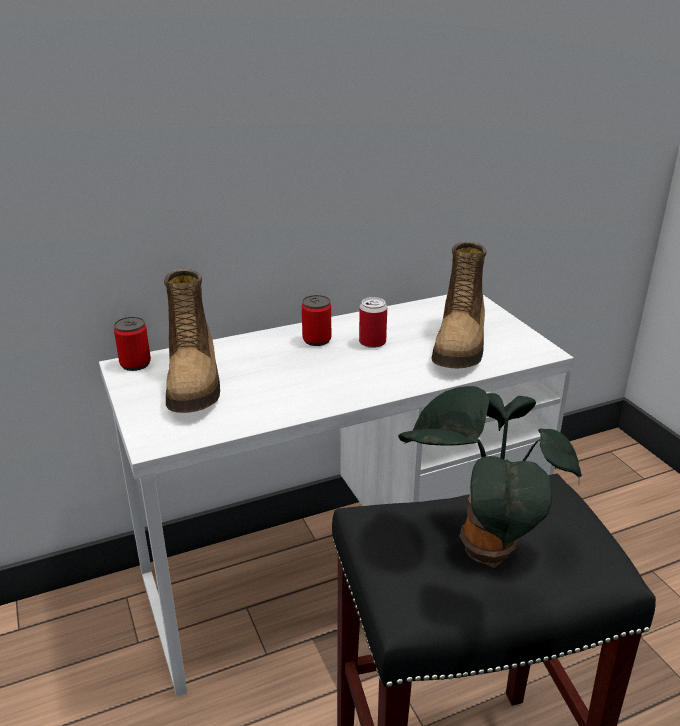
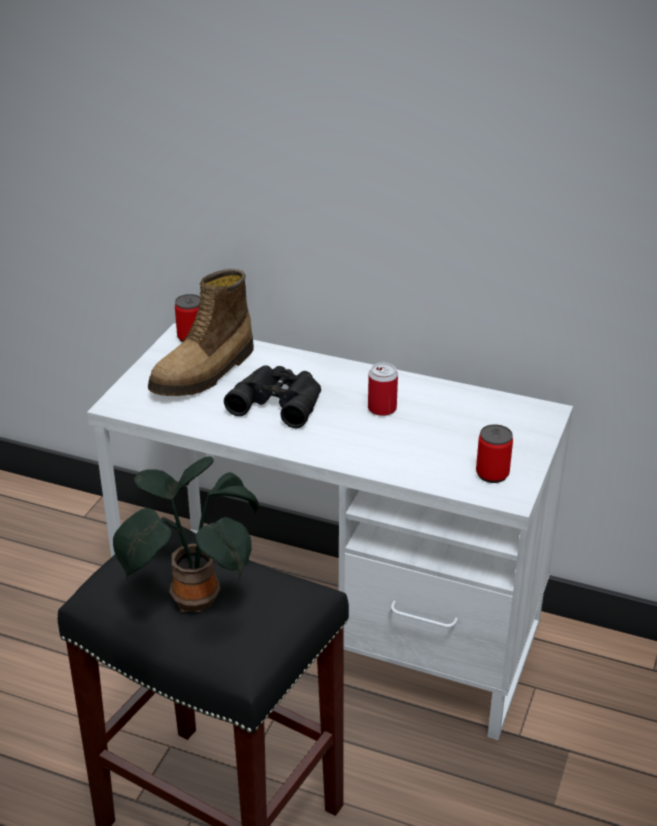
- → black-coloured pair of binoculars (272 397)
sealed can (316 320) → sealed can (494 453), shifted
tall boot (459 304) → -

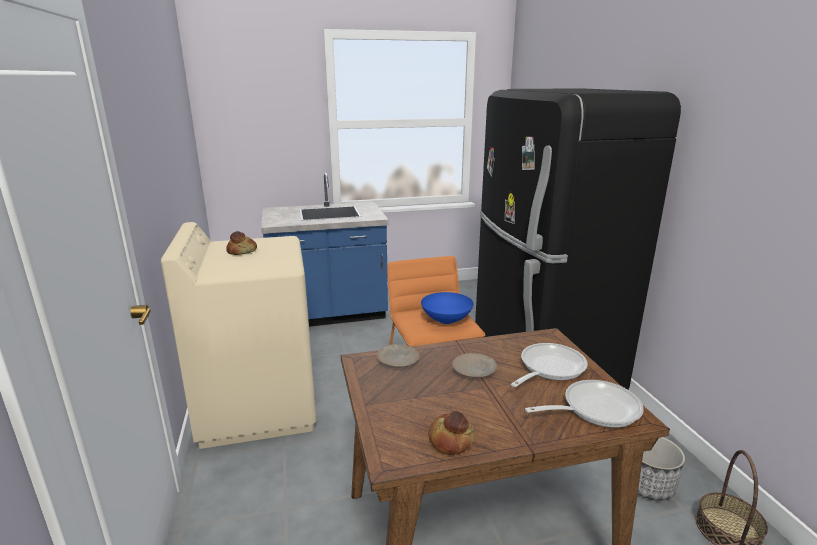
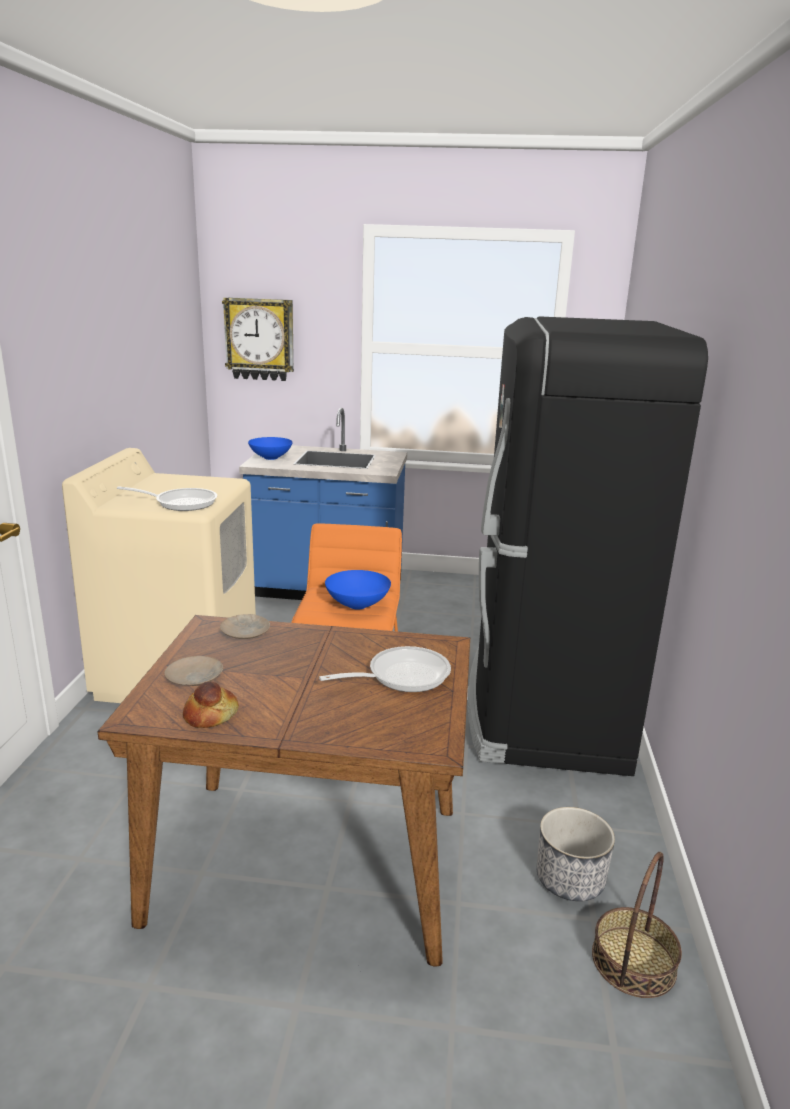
frying pan (584 404) → frying pan (167 498), shifted
beige dinner plate (474 365) → beige dinner plate (193 671), shifted
- → hanging clock (258 339)
- → blue deep dish (270 448)
baked bread (241 243) → -

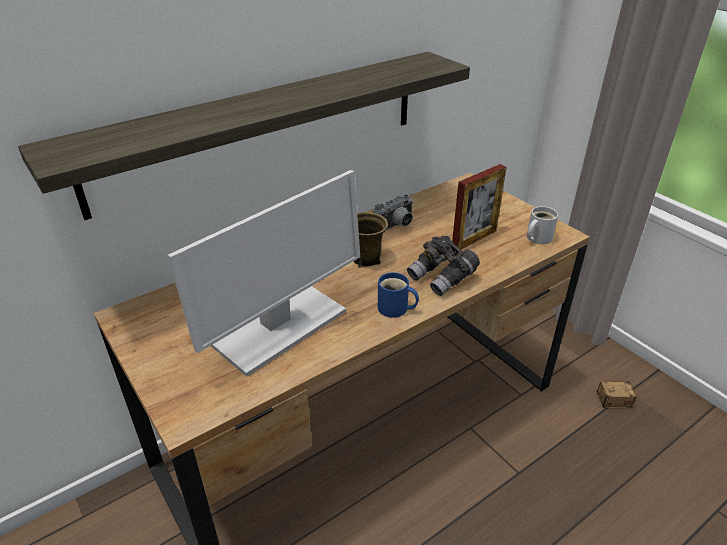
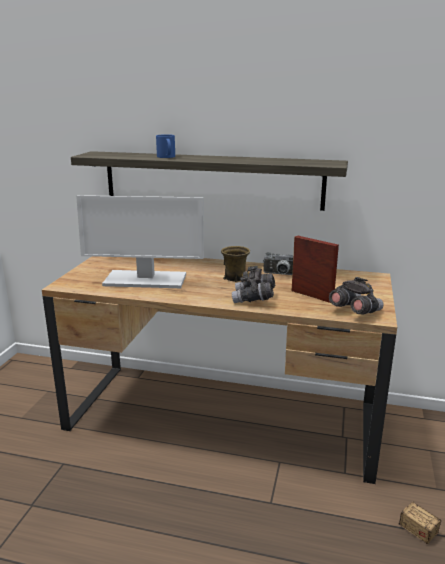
blue coffee mug (398 295) → blue coffee mug (165 146), shifted
picture frame (479 207) → picture frame (315 269), 150 degrees counterclockwise
whitish coffee mug (542 225) → grey pair of binoculars (356 296)

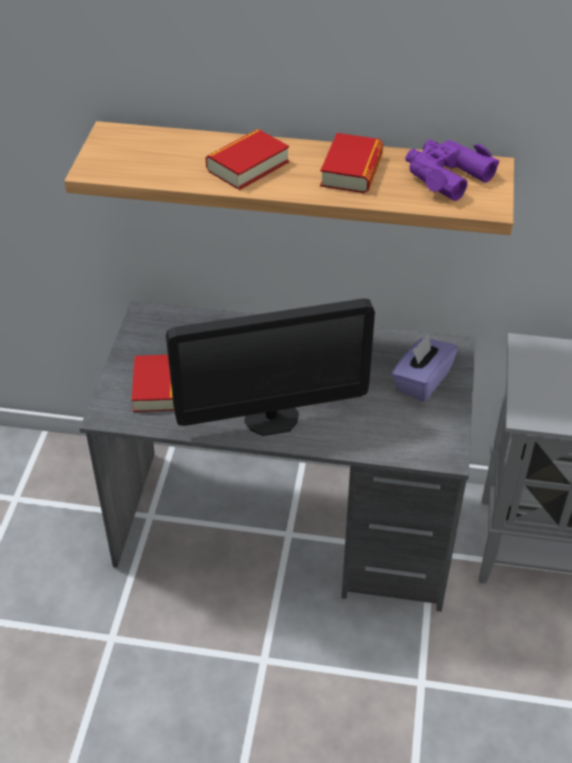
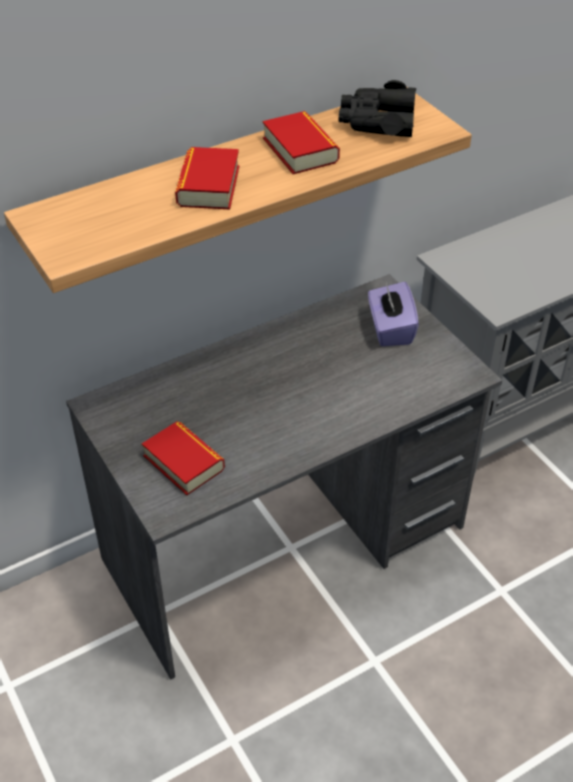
purple pair of binoculars (452 170) → black-coloured pair of binoculars (377 108)
monitor (270 367) → -

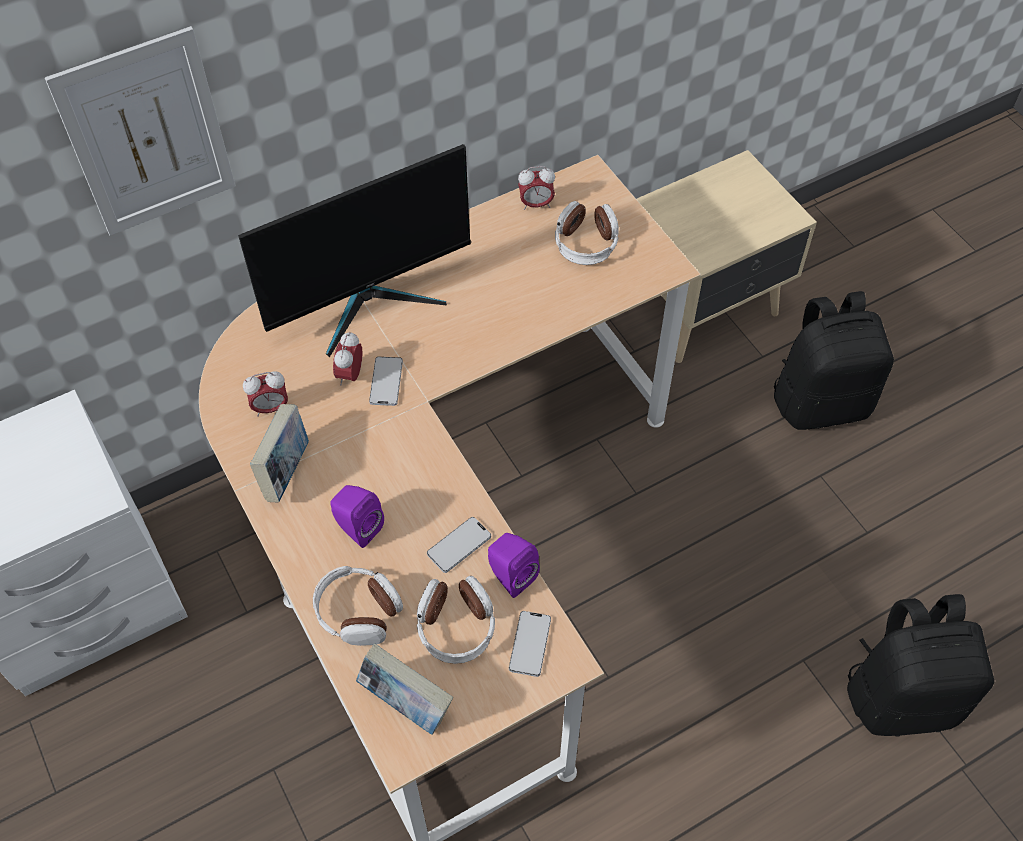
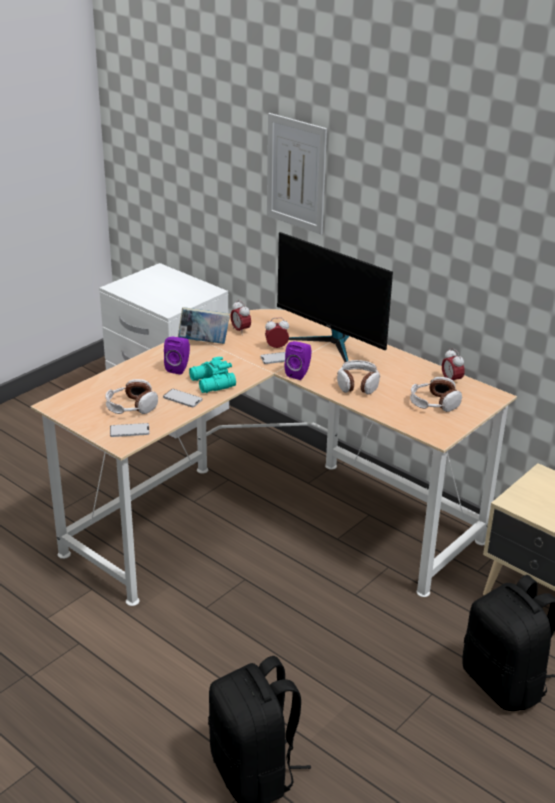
- → turquoise-coloured pair of binoculars (212 375)
purple speaker (514 565) → purple speaker (298 360), shifted
headset (358 606) → headset (358 377), shifted
bound book (404 689) → -

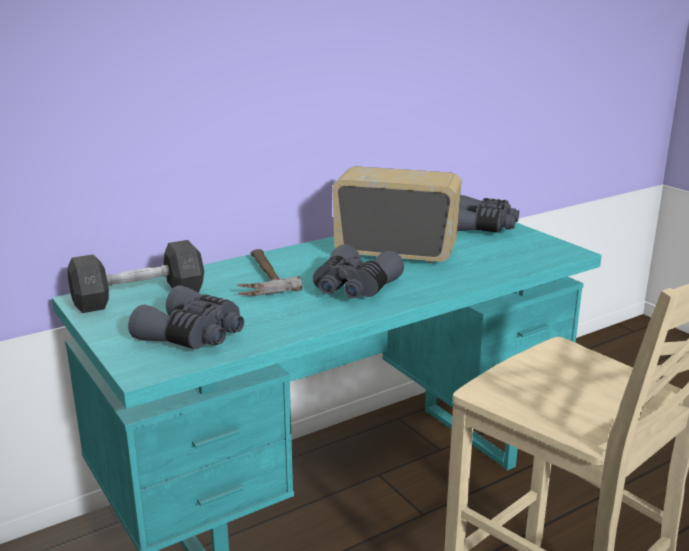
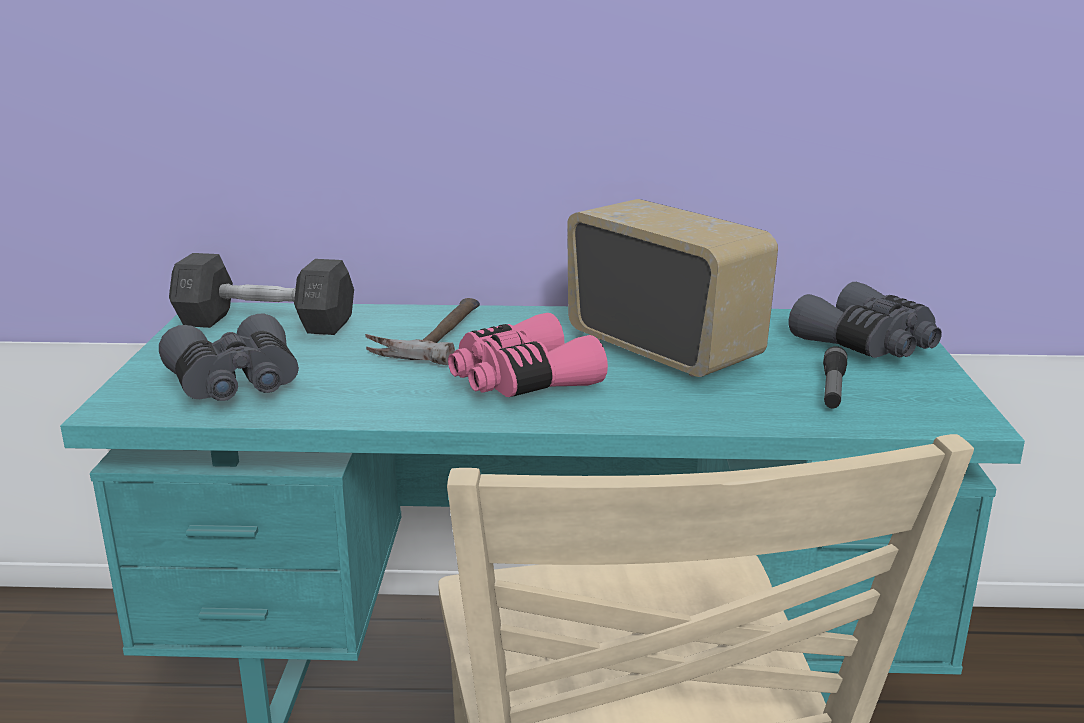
grey pair of binoculars (358 271) → pink-coloured pair of binoculars (528 355)
- → torch (835 377)

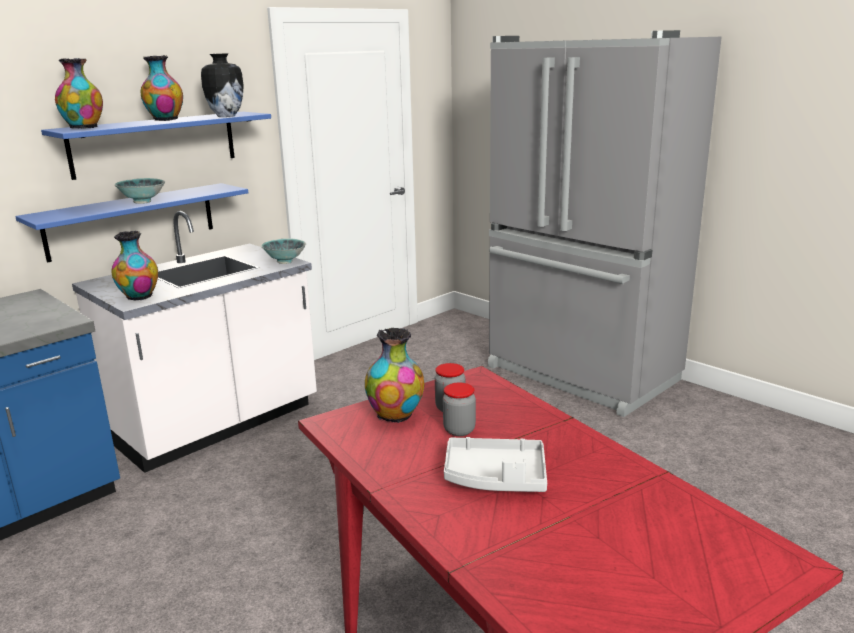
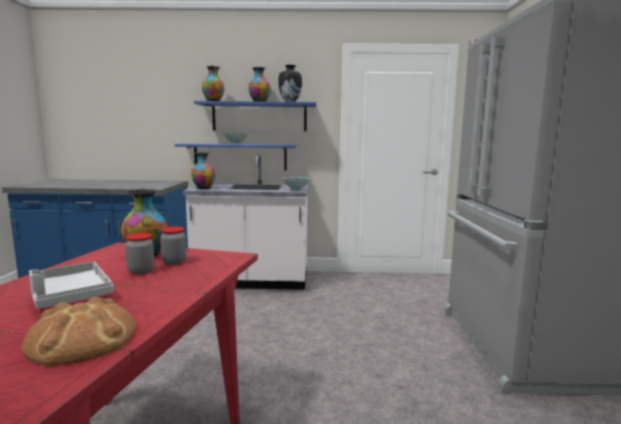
- → baked bread (78 331)

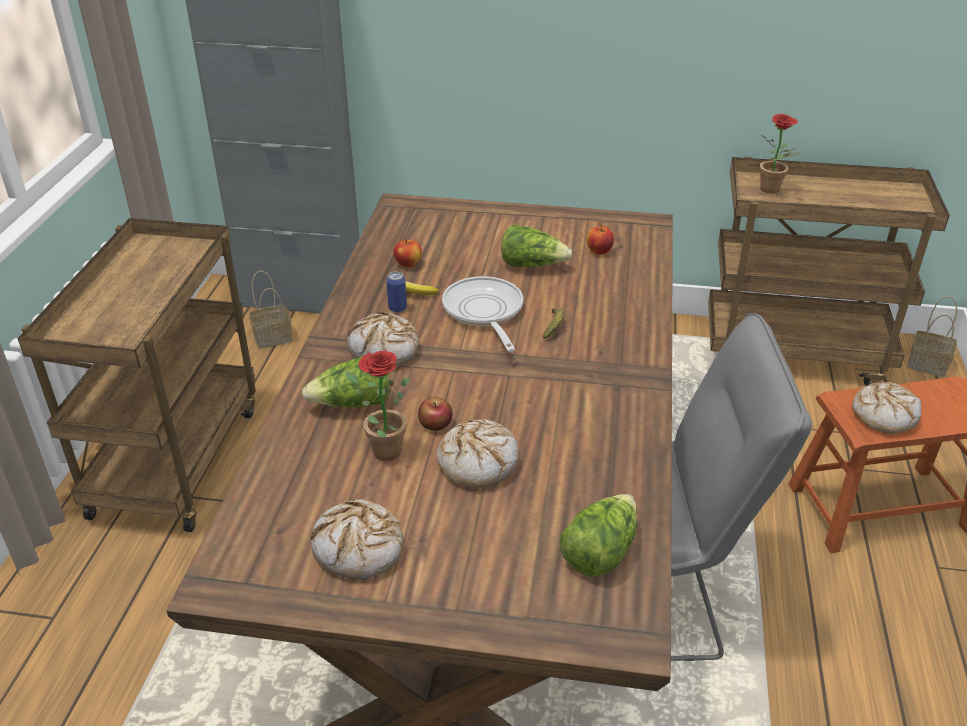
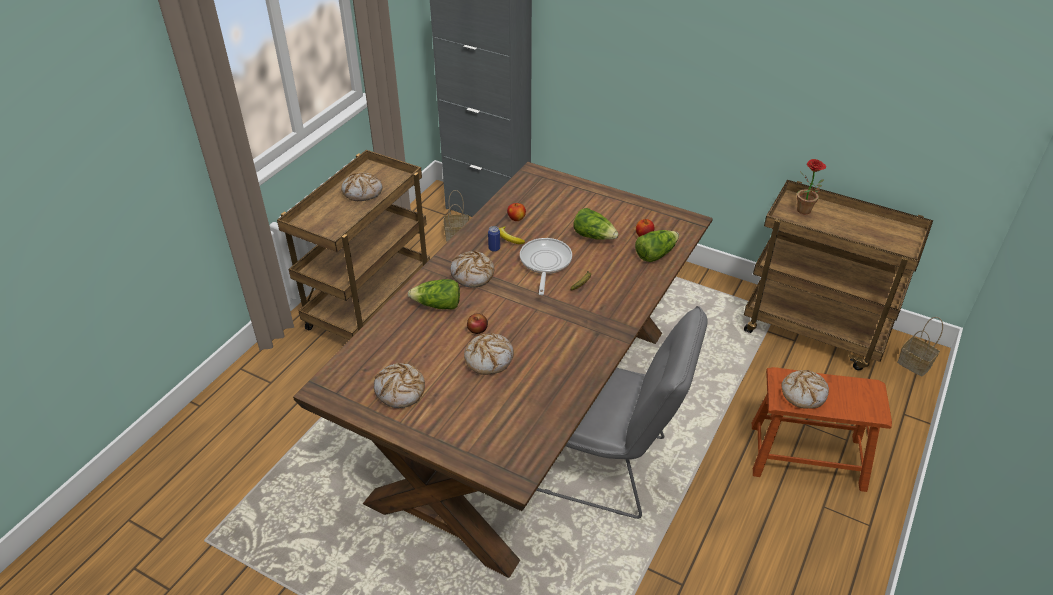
- → baked bread (361 187)
head of lettuce (598 535) → head of lettuce (657 246), shifted
plant in a pot (377 406) → -

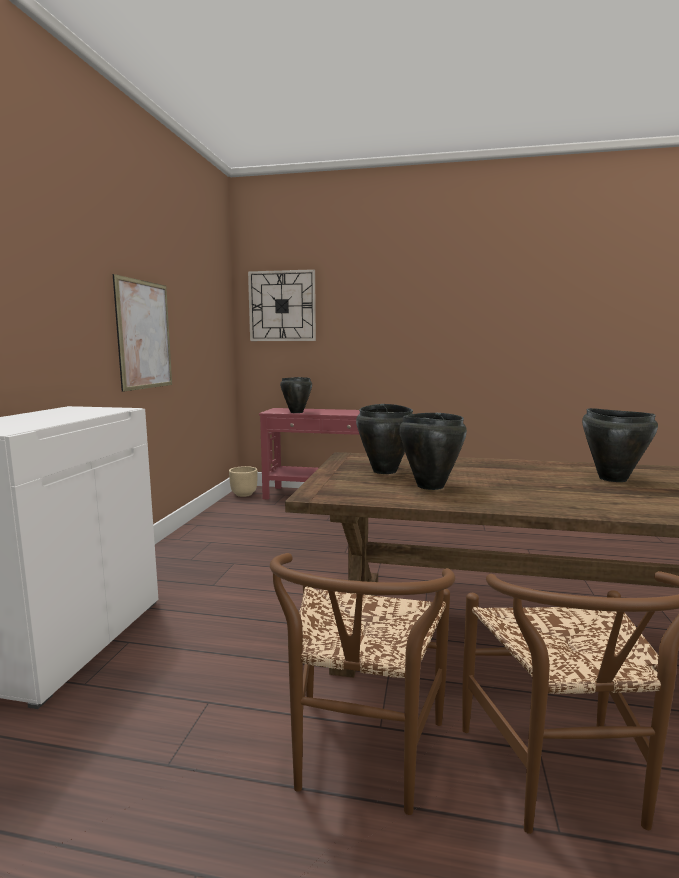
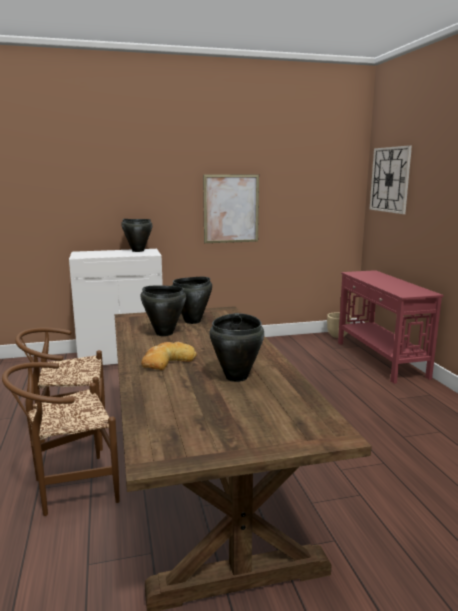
black-coloured cooking pot (296 395) → black-coloured cooking pot (136 235), shifted
- → baked bread (169 356)

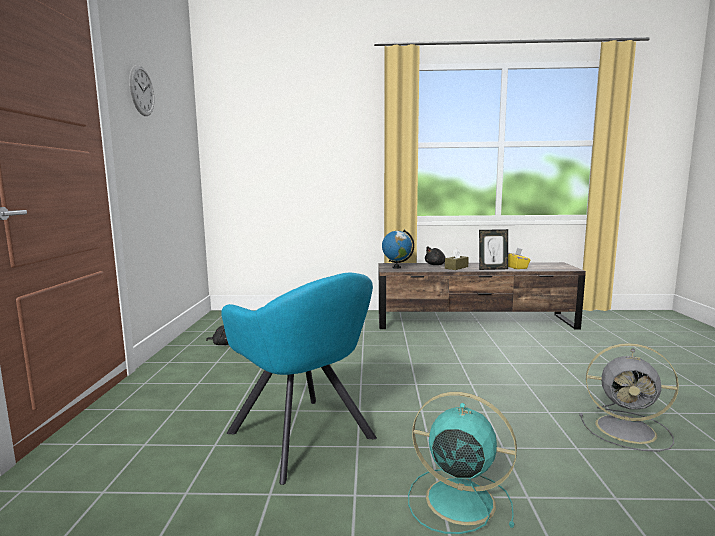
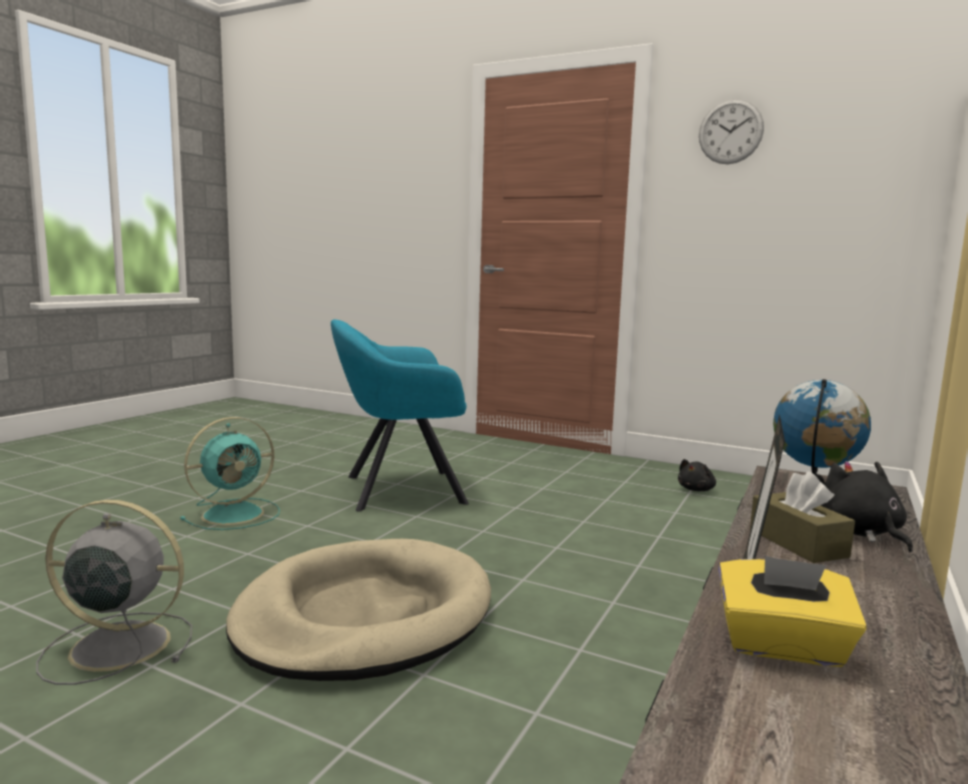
grey fan (629 397) → grey fan (114 592), 45 degrees clockwise
- → beige dog bed (358 610)

